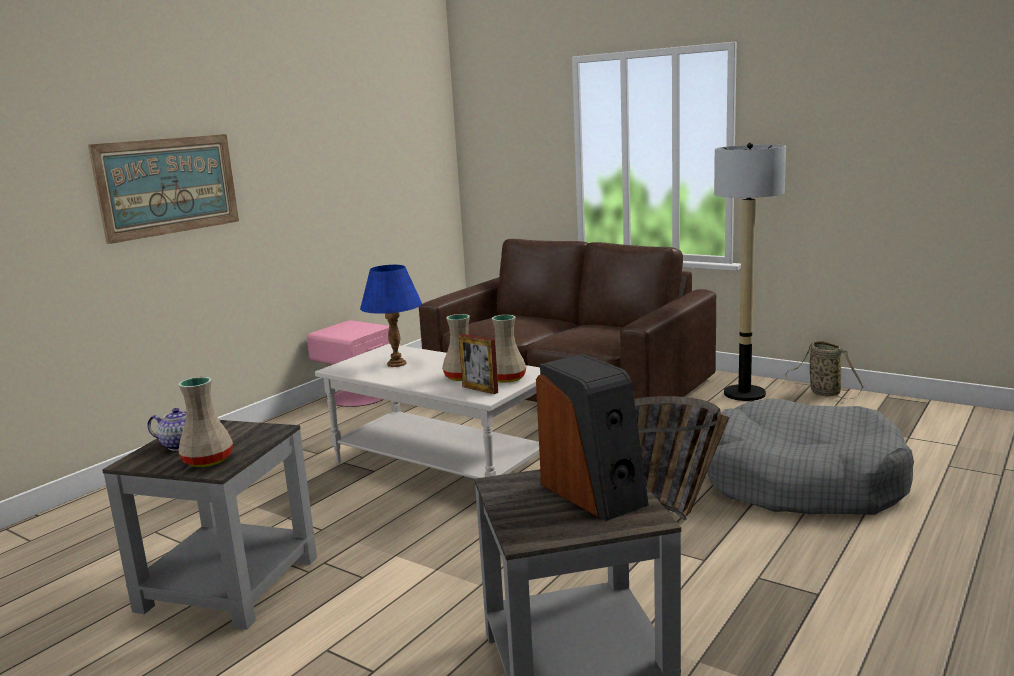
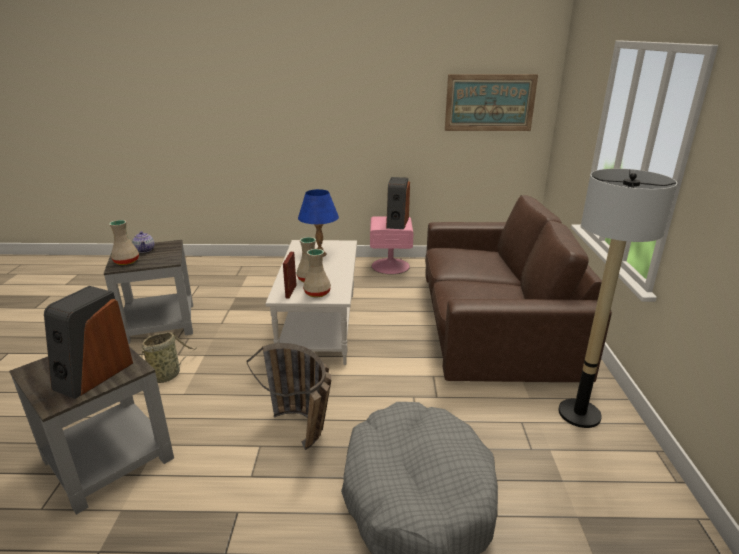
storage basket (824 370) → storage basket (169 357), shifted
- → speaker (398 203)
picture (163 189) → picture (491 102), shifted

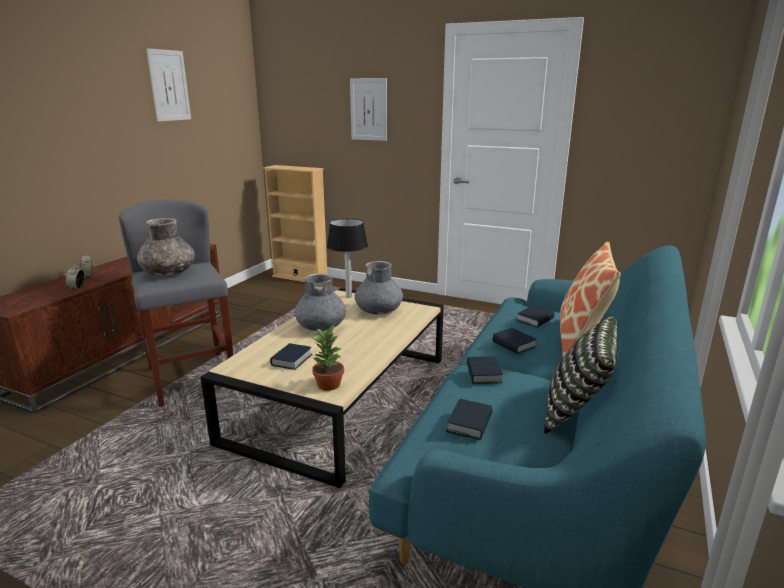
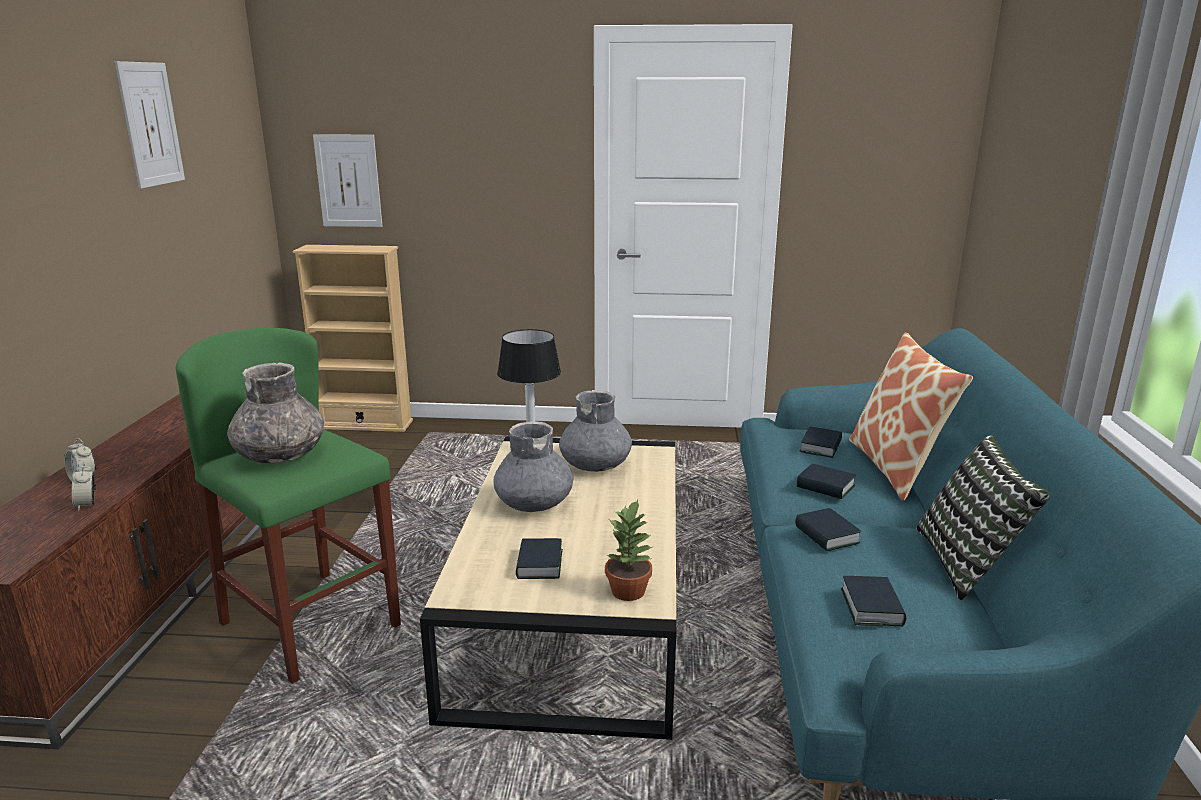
grey stool (176 303) → greenish stool (288 506)
picture (368 109) → picture (348 180), shifted

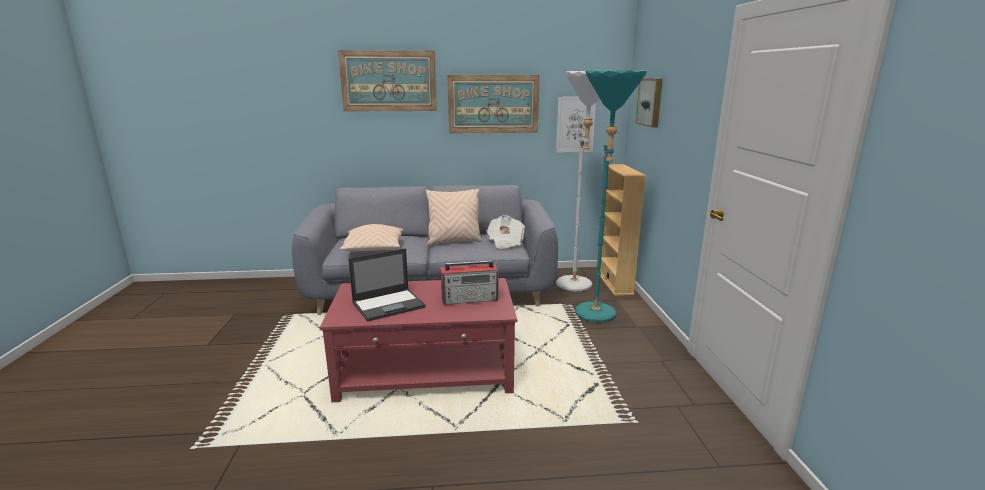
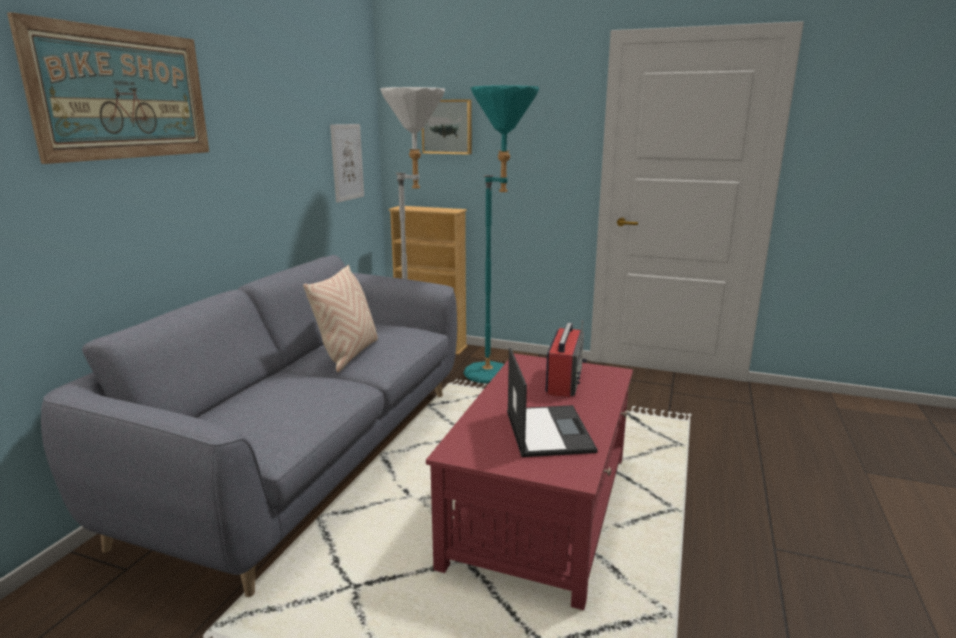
beige throw pillow (371 237) → -
picture (493 104) → -
printed paper (506 232) → -

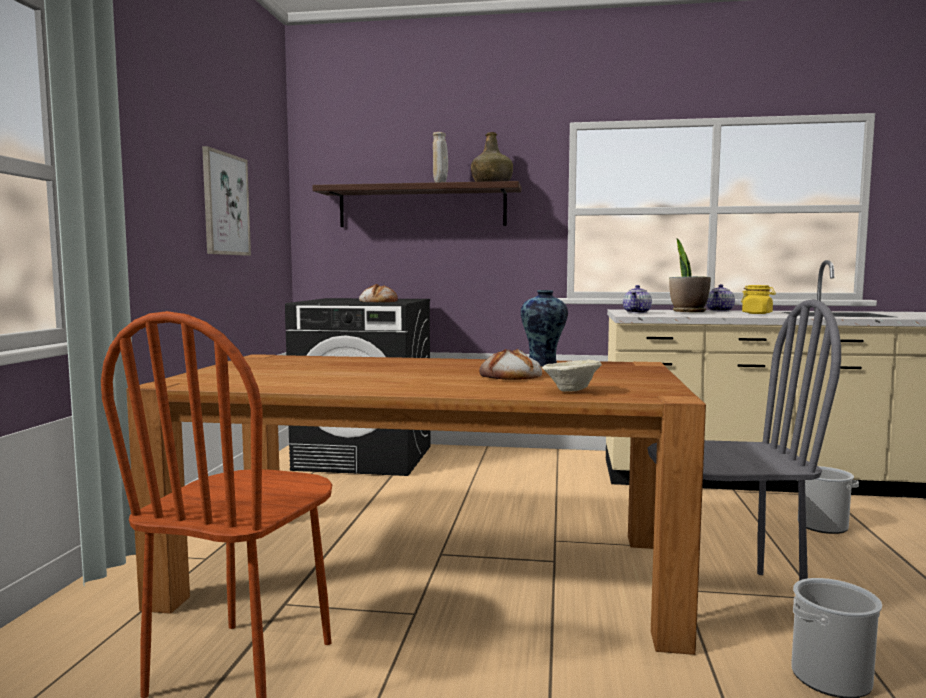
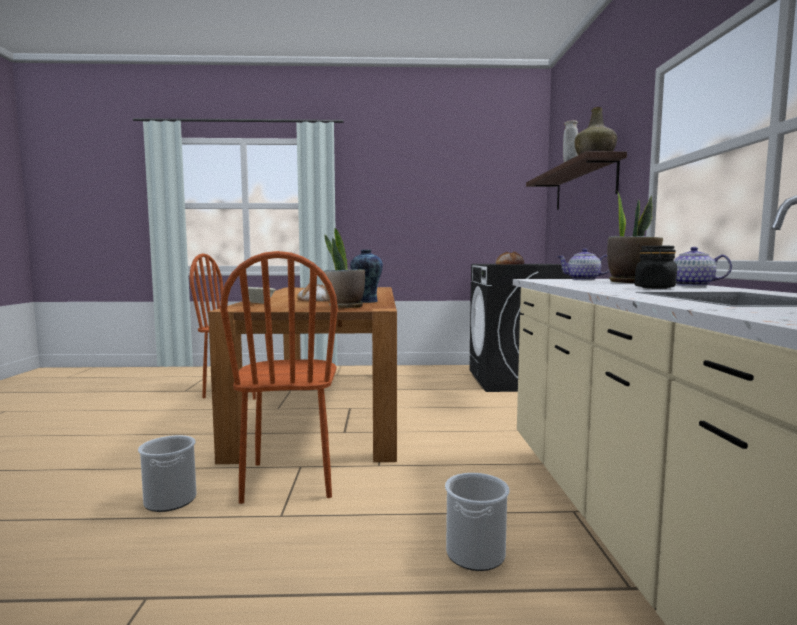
grey chair (744 440) → brownish chair (279 377)
- → plant in a pot (344 268)
yellow-coloured jar (758 299) → black-coloured jar (656 267)
picture (226 201) → -

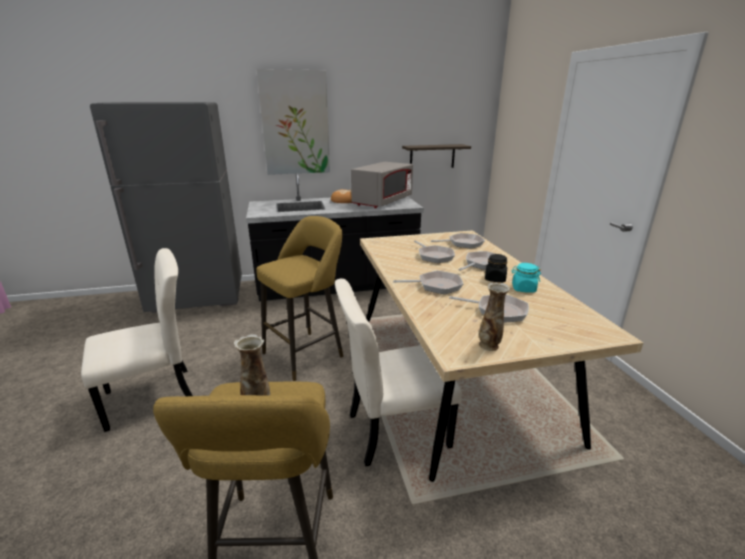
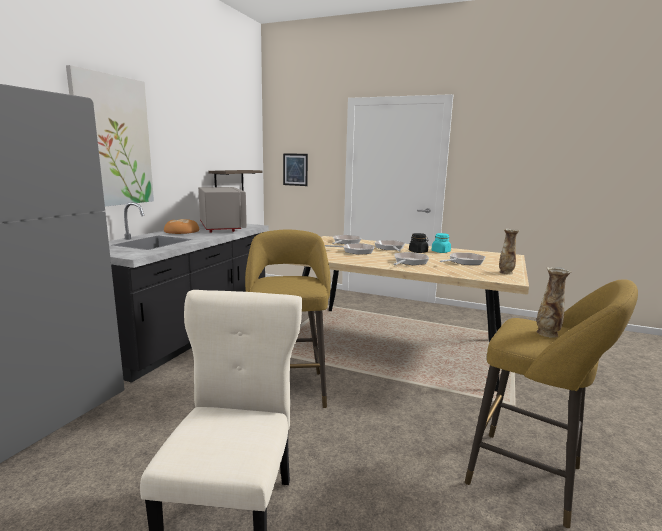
- → picture (295 169)
beige chair (398 372) → -

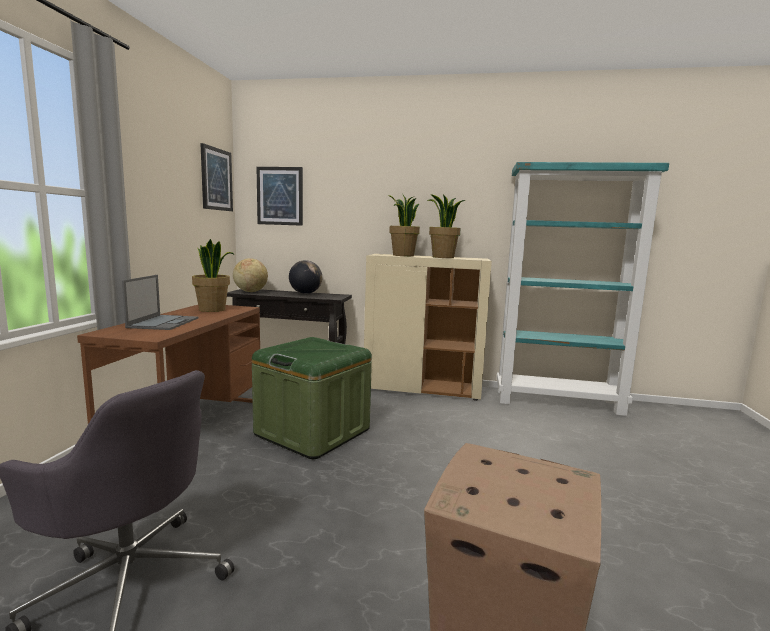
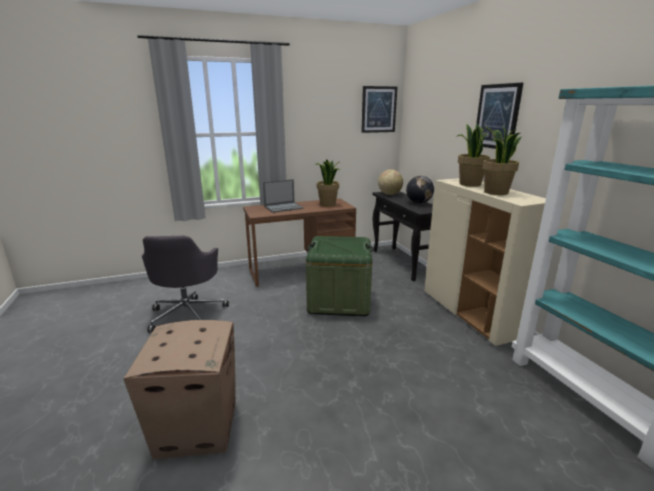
picture (279 196) → picture (500 116), shifted

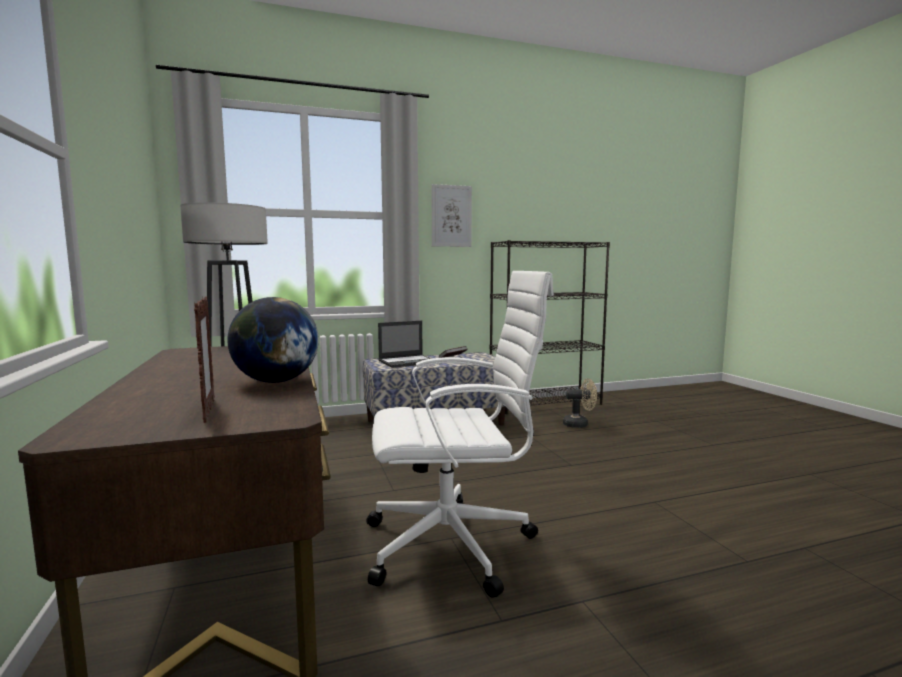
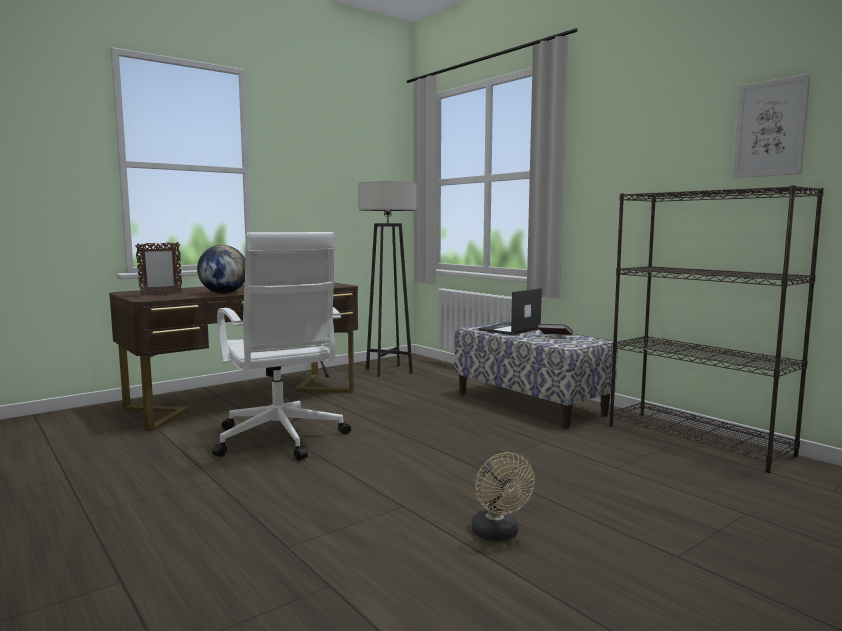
beige fan (580 403) → beige fan (503 496), shifted
laptop (404 344) → laptop (510 311), 90 degrees clockwise
picture (451 215) → picture (771 126), shifted

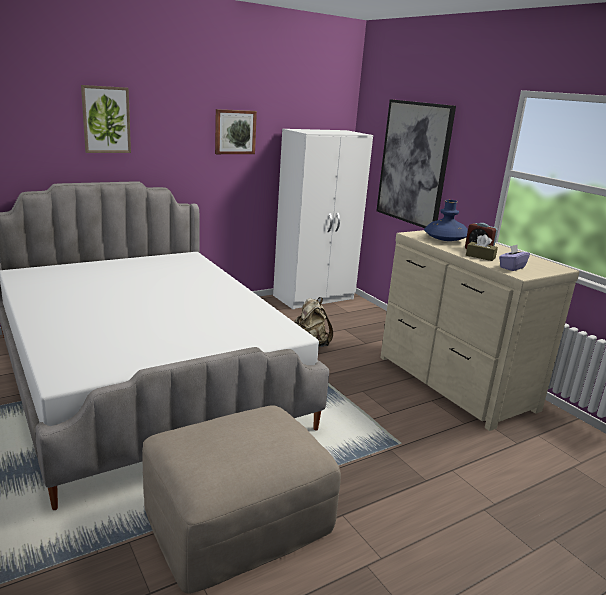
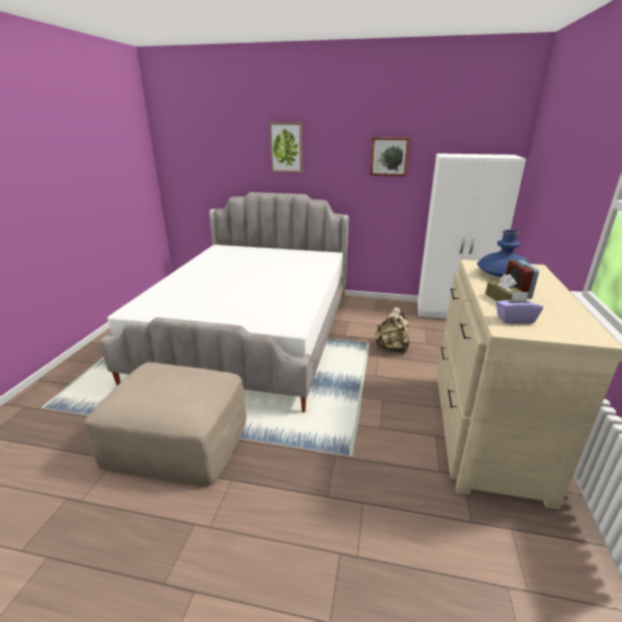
picture (416 163) → -

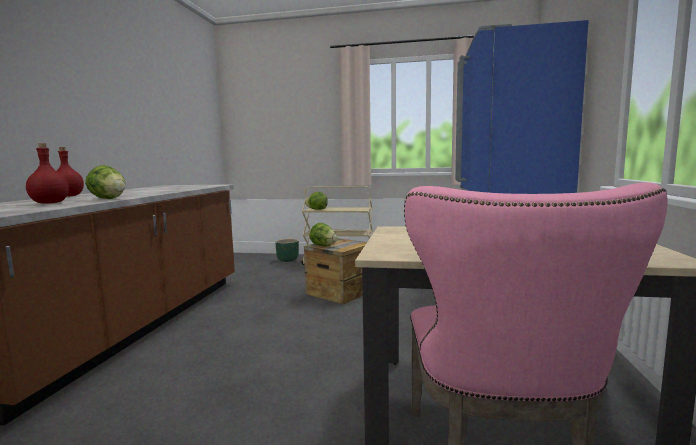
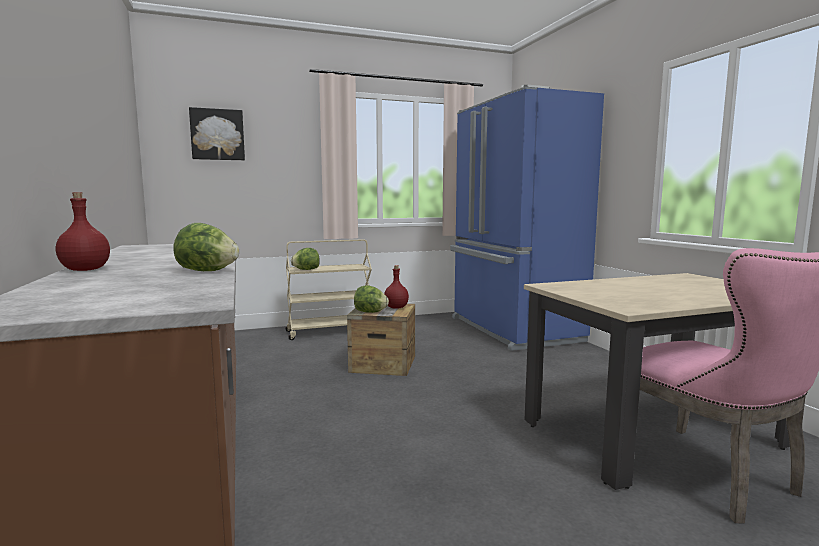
- → picture (217 133)
red drink bottle (47 173) → red drink bottle (396 287), shifted
greenish plant pot (287 250) → -

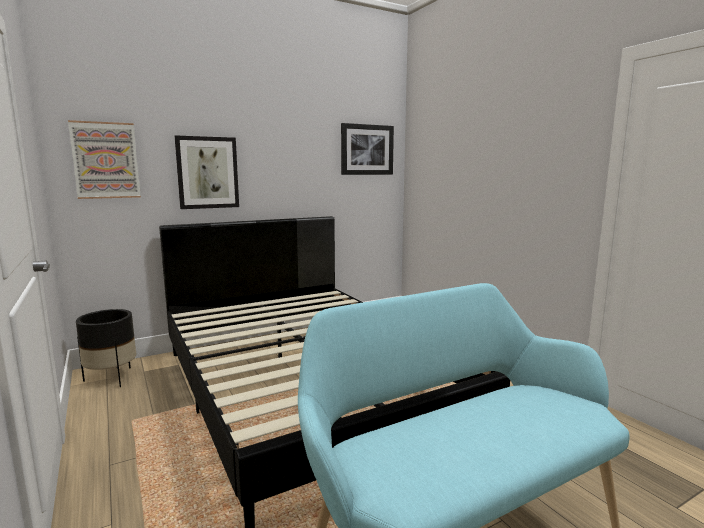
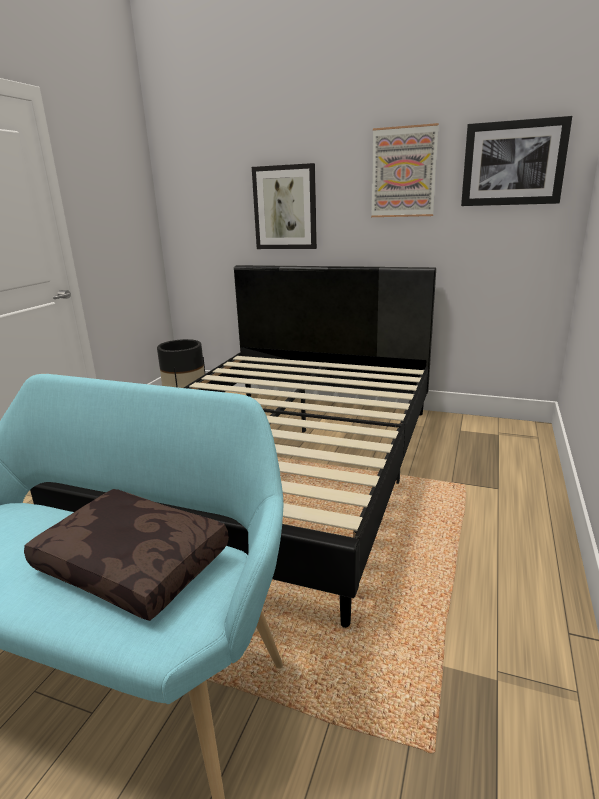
- → brownish throw pillow (126 555)
picture (104 159) → picture (405 170), shifted

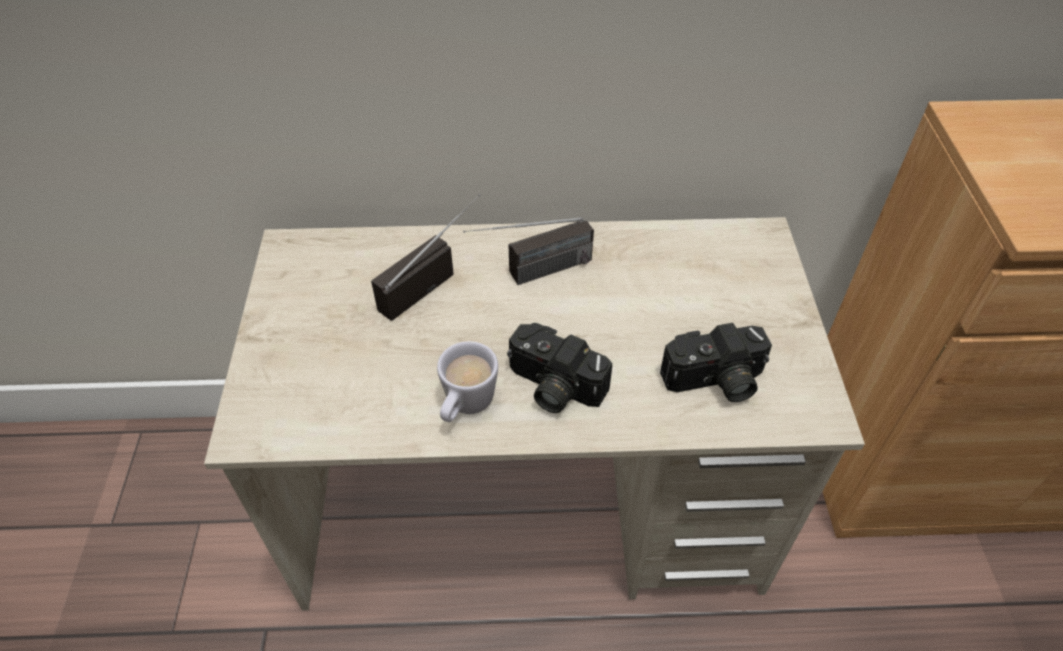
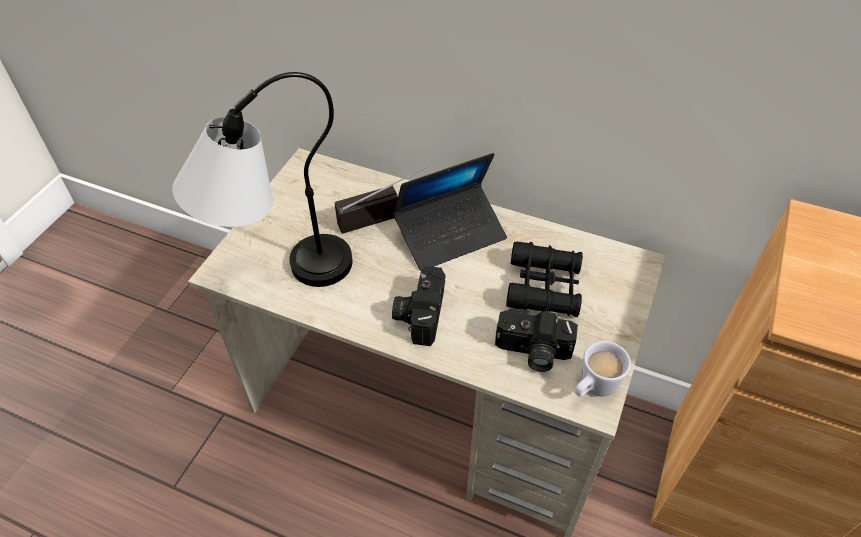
- → lamp for a table (262 179)
still camera (559 368) → still camera (419 306), 45 degrees clockwise
radio receiver (528 251) → laptop (450 212)
- → black-coloured pair of binoculars (544 279)
whitish coffee mug (467 381) → whitish coffee mug (603 369), shifted

